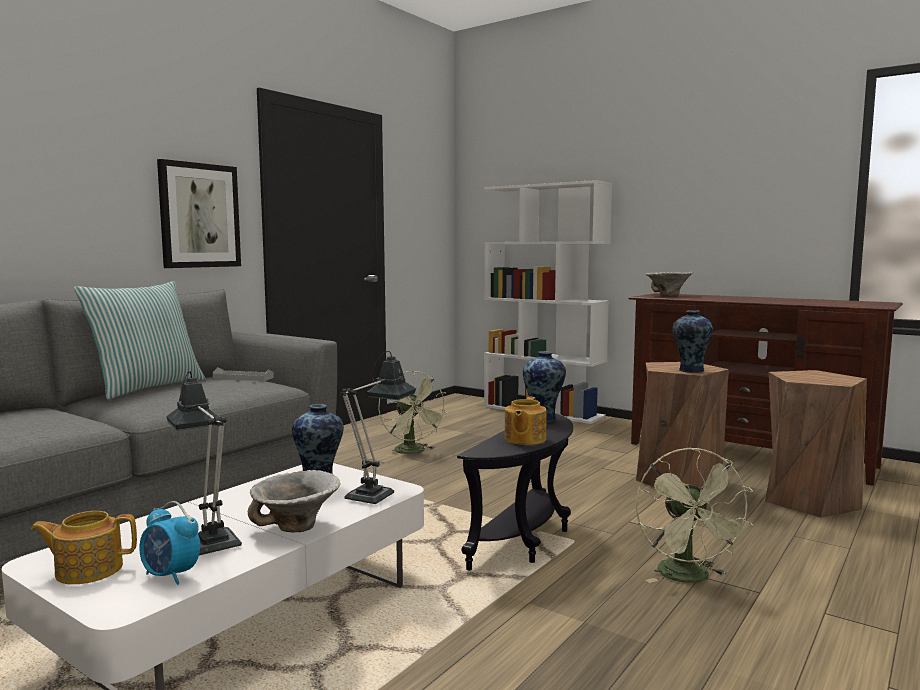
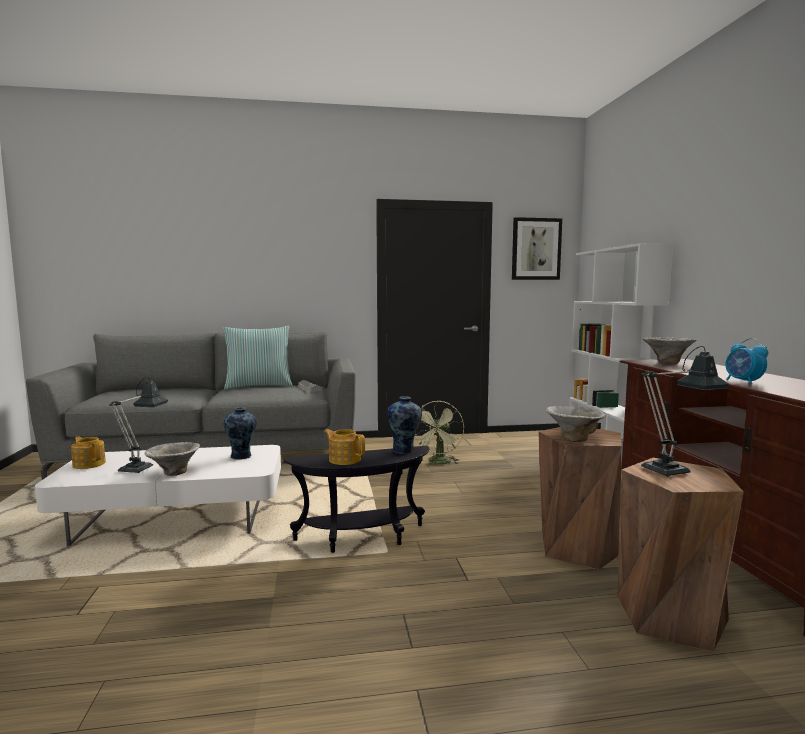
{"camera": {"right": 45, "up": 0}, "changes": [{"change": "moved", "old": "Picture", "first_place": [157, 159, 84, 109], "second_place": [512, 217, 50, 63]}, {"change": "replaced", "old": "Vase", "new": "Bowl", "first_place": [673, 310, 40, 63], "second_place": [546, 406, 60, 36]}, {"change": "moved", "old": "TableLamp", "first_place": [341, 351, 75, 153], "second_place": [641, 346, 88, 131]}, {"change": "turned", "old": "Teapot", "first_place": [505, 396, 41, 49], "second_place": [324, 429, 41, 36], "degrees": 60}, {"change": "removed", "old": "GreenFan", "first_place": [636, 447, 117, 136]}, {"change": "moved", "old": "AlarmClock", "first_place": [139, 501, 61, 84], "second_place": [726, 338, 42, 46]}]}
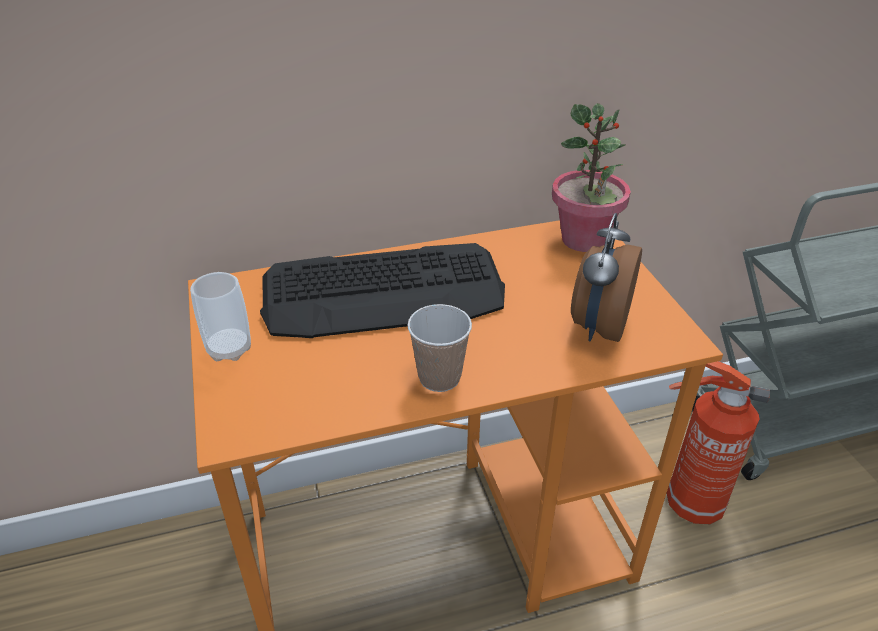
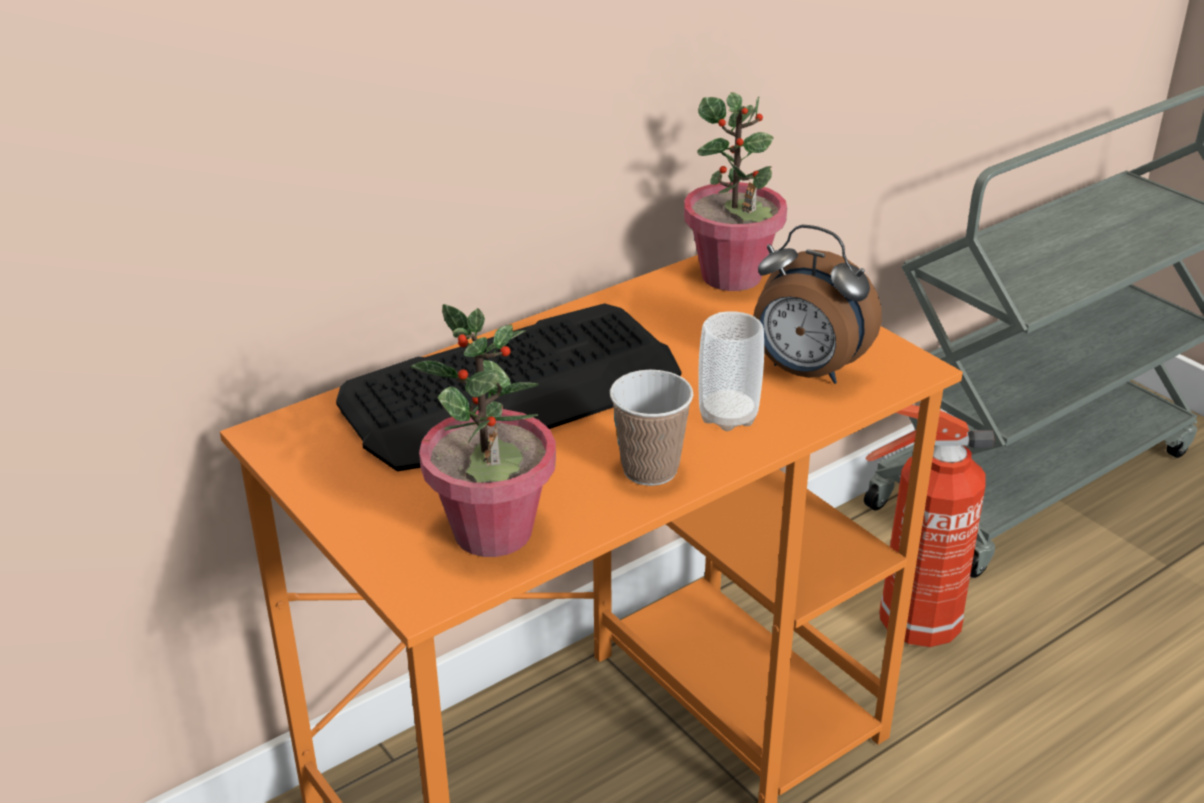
{"camera": {"right": -20, "up": -5}, "changes": [{"change": "turned", "old": "AlarmClock", "first_place": [571, 213, 71, 129], "second_place": [753, 225, 129, 159], "degrees": -60}, {"change": "moved", "old": "Cup", "first_place": [190, 272, 61, 89], "second_place": [698, 311, 66, 120]}, {"change": "added", "new": "PottedPlant", "second_place": [410, 304, 146, 253]}]}
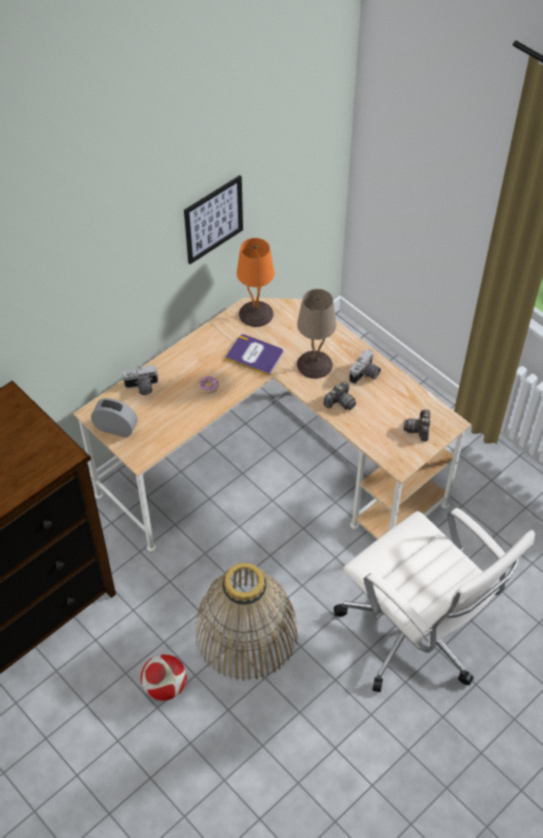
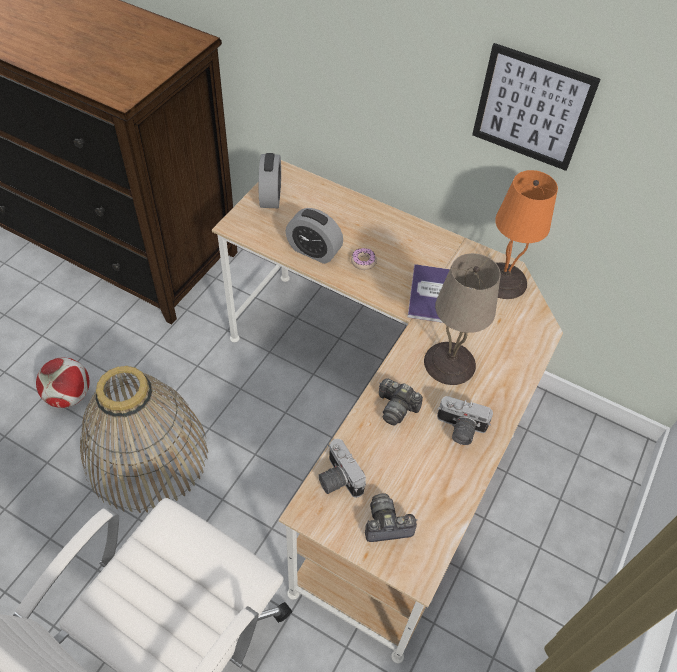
{"camera": {"right": 70, "up": 0}, "changes": [{"change": "moved", "old": "PhotoCamera", "first_place": [123, 365, 35, 30], "second_place": [318, 439, 48, 59]}, {"change": "added", "new": "AlarmClock", "second_place": [286, 208, 57, 56]}]}
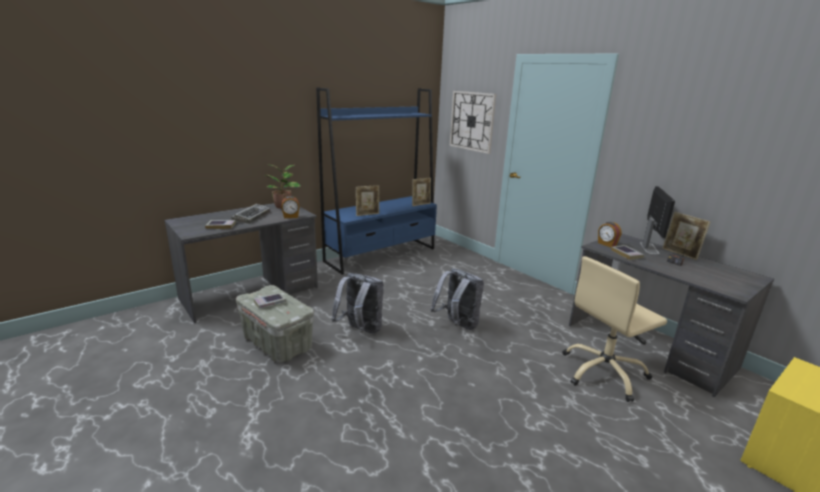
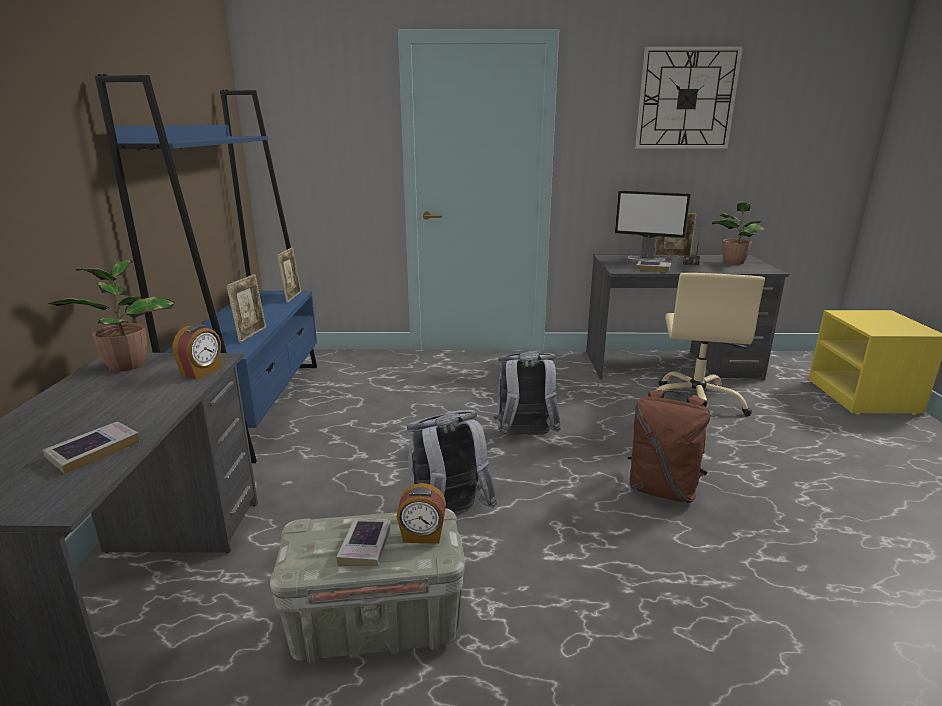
{"camera": {"right": -50, "up": 0}, "changes": [{"change": "moved", "old": "WallClock", "first_place": [450, 91, 46, 63], "second_place": [635, 46, 108, 103]}, {"change": "turned", "old": "Monitor", "first_place": [640, 186, 35, 69], "second_place": [615, 191, 76, 71], "degrees": 150}, {"change": "removed", "old": "Keyboard", "first_place": [231, 204, 39, 20]}, {"change": "moved", "old": "AlarmClock", "first_place": [598, 222, 23, 25], "second_place": [397, 483, 49, 61]}, {"change": "added", "new": "PottedPlant", "second_place": [712, 201, 54, 64]}, {"change": "added", "new": "BrownBackpack", "second_place": [628, 390, 83, 113]}]}
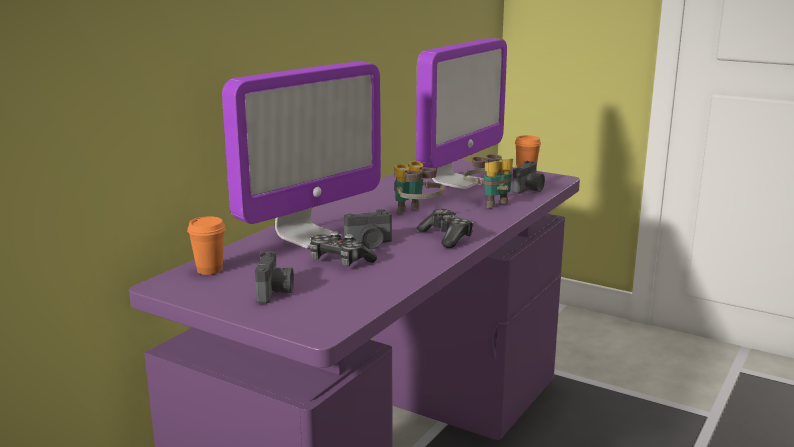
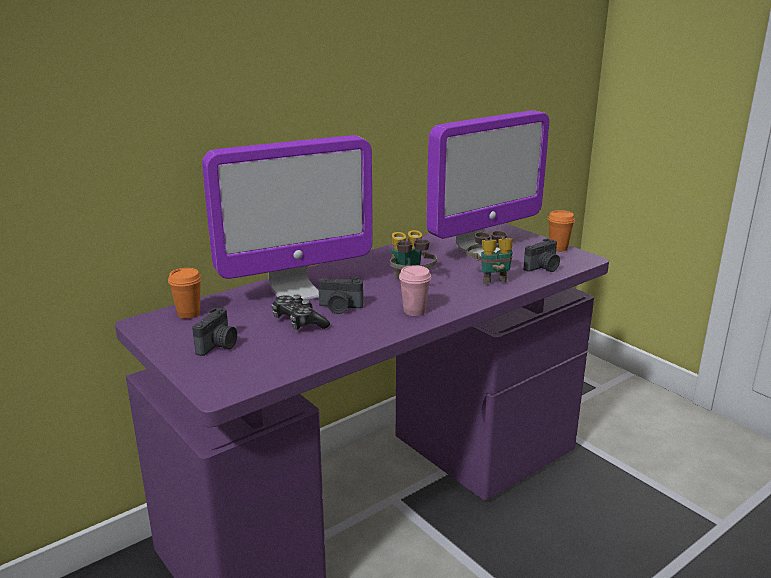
{"camera": {"right": 20, "up": 5}, "changes": [{"change": "replaced", "old": "GameController", "new": "PinkCup", "first_place": [417, 209, 57, 39], "second_place": [399, 265, 32, 51]}]}
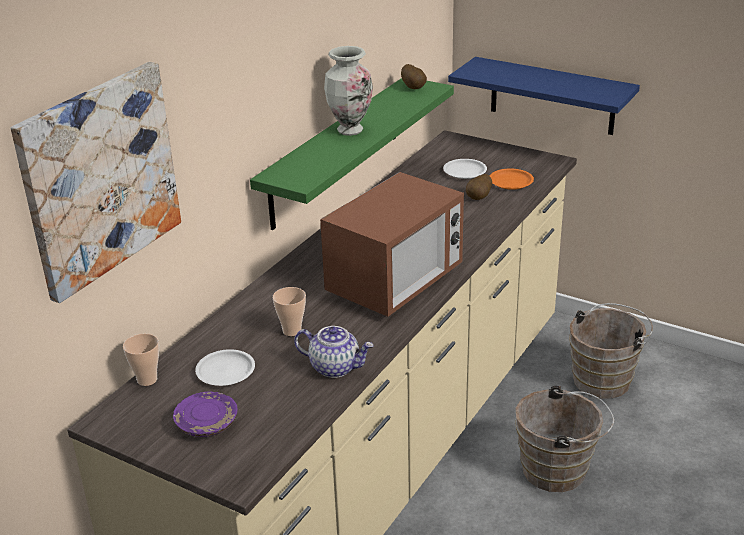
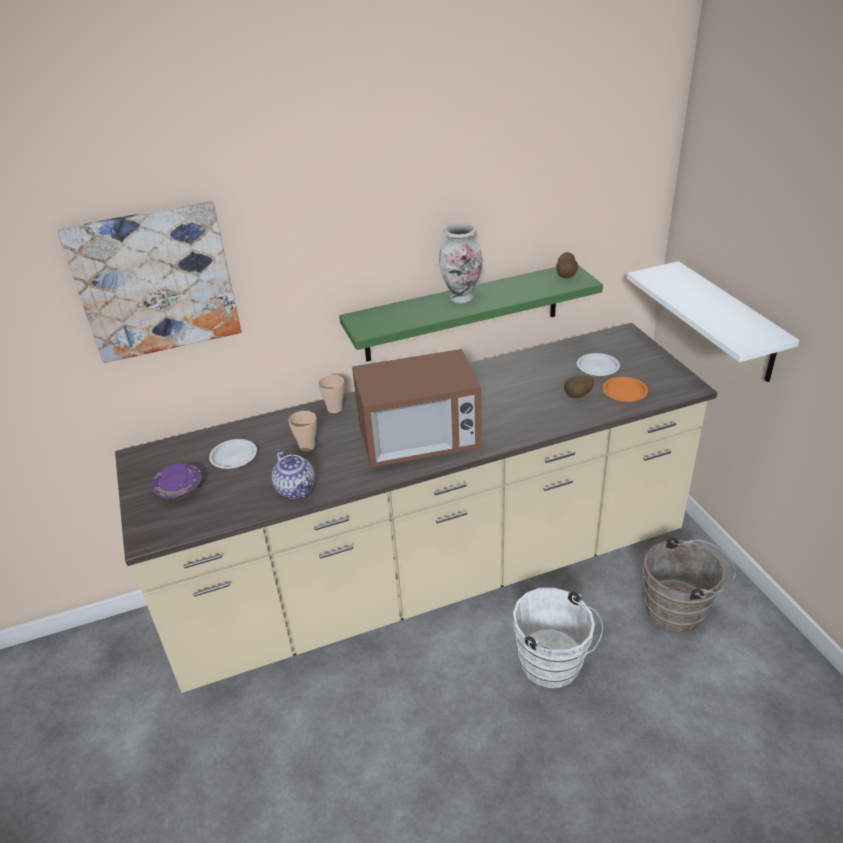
{"camera": {"right": 40, "up": 5}, "changes": [{"change": "recoloured", "old": "BlueShelf", "new": "WhiteShelf", "first_place": [448, 57, 192, 78], "second_place": [627, 261, 173, 121]}, {"change": "moved", "old": "Cup", "first_place": [123, 334, 36, 52], "second_place": [318, 375, 26, 38]}, {"change": "recoloured", "old": "BrownBucket", "new": "WhiteBucket", "first_place": [515, 386, 99, 106], "second_place": [513, 588, 90, 100]}]}
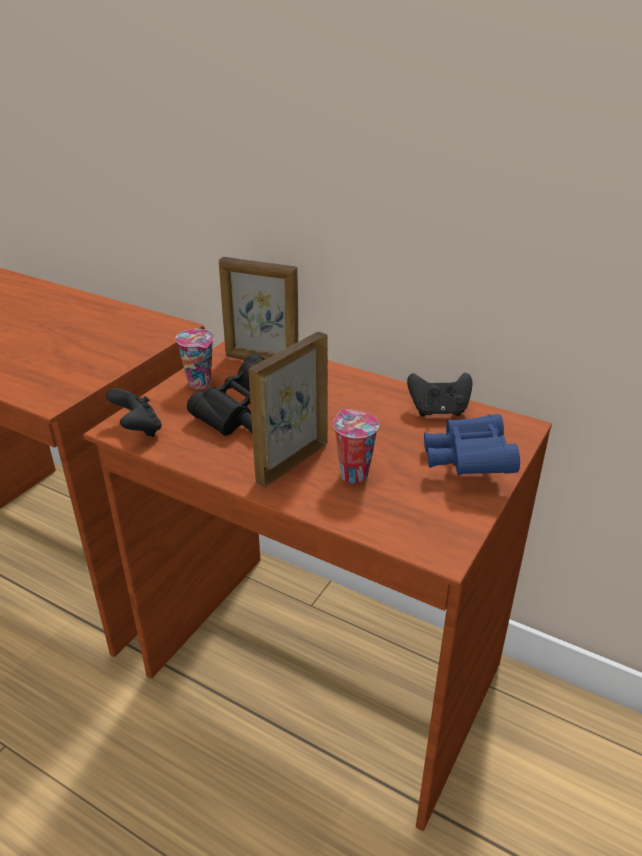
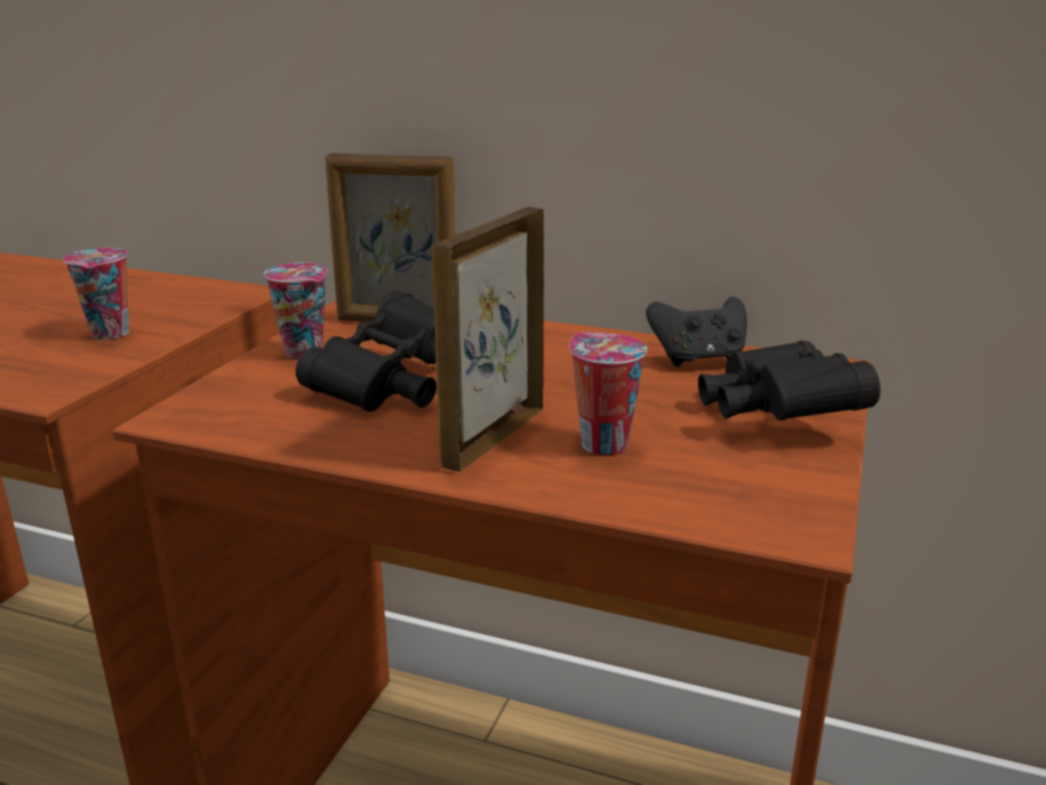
{"camera": {"right": -10, "up": -10}, "changes": [{"change": "removed", "old": "BlackGameController", "first_place": [106, 388, 56, 49]}, {"change": "recoloured", "old": "BlueBinoculars", "new": "BlackBinoculars", "first_place": [424, 414, 96, 61], "second_place": [698, 341, 182, 80]}, {"change": "added", "new": "Cup", "second_place": [64, 248, 65, 92]}]}
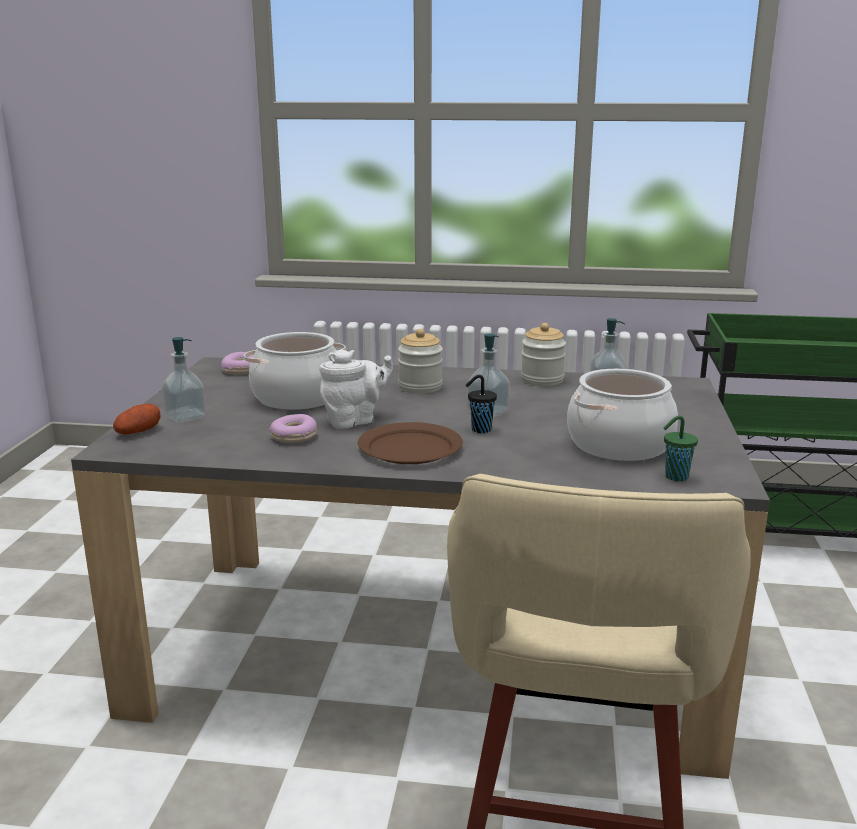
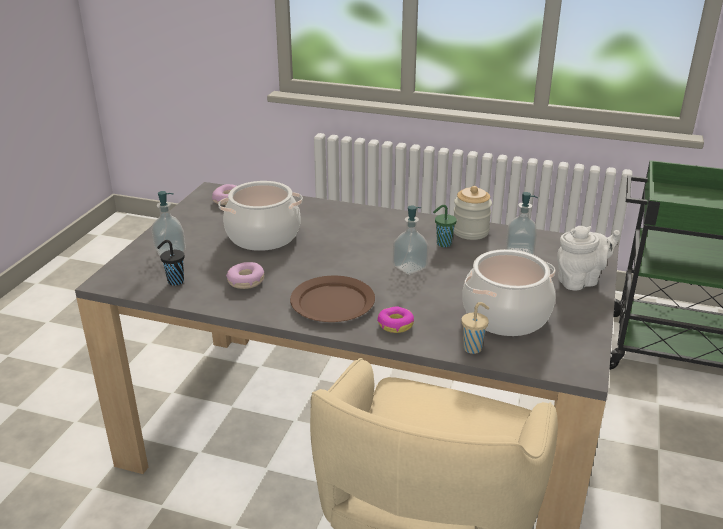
{"camera": {"right": 10, "up": 10}, "changes": [{"change": "removed", "old": "Jar", "first_place": [398, 329, 45, 65]}, {"change": "moved", "old": "WhiteTeapot", "first_place": [319, 349, 74, 80], "second_place": [557, 226, 63, 64]}, {"change": "moved", "old": "BlackCup", "first_place": [465, 375, 32, 58], "second_place": [157, 240, 27, 46]}, {"change": "removed", "old": "Potato", "first_place": [113, 404, 47, 31]}, {"change": "moved", "old": "GreenCup", "first_place": [663, 415, 35, 66], "second_place": [433, 205, 24, 42]}, {"change": "added", "new": "BeigeCup", "second_place": [461, 302, 28, 52]}, {"change": "added", "new": "Donut", "second_place": [377, 306, 37, 27]}]}
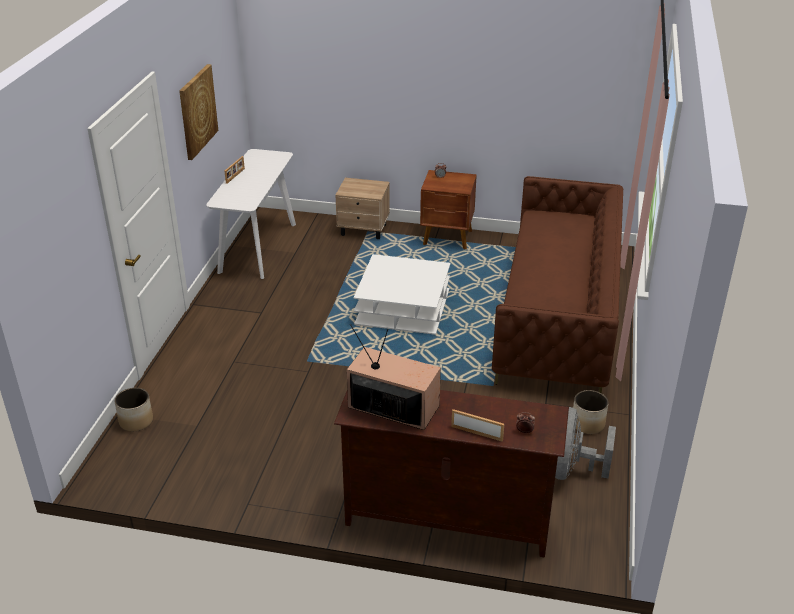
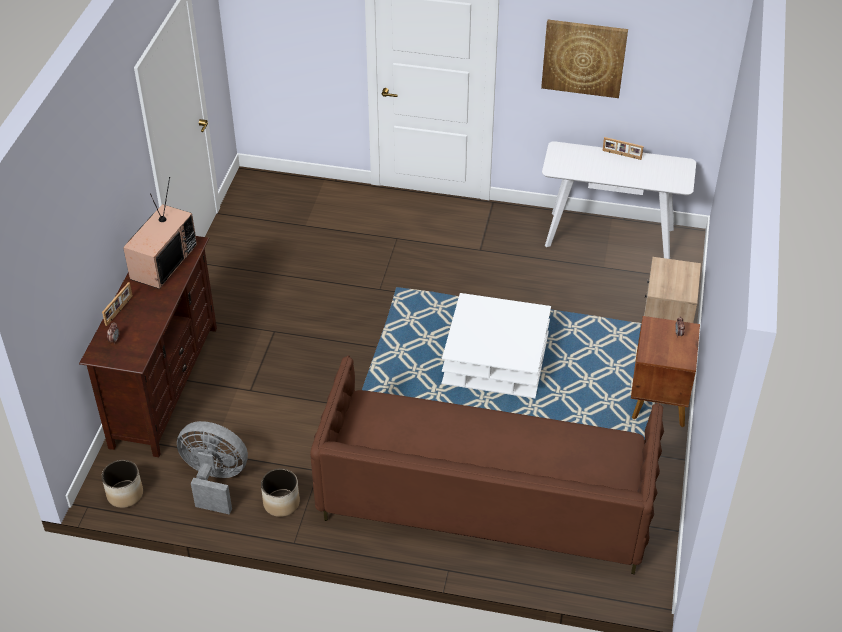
{"camera": {"right": 90, "up": 10}, "changes": [{"change": "moved", "old": "Planter", "first_place": [114, 388, 39, 43], "second_place": [102, 460, 41, 48]}]}
